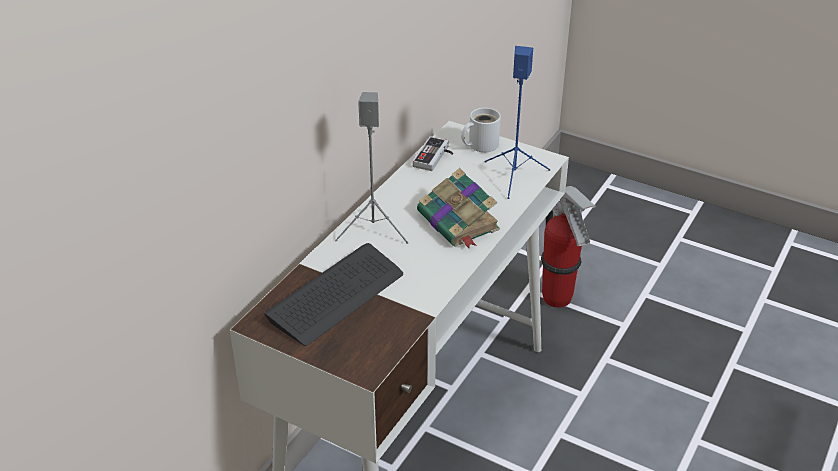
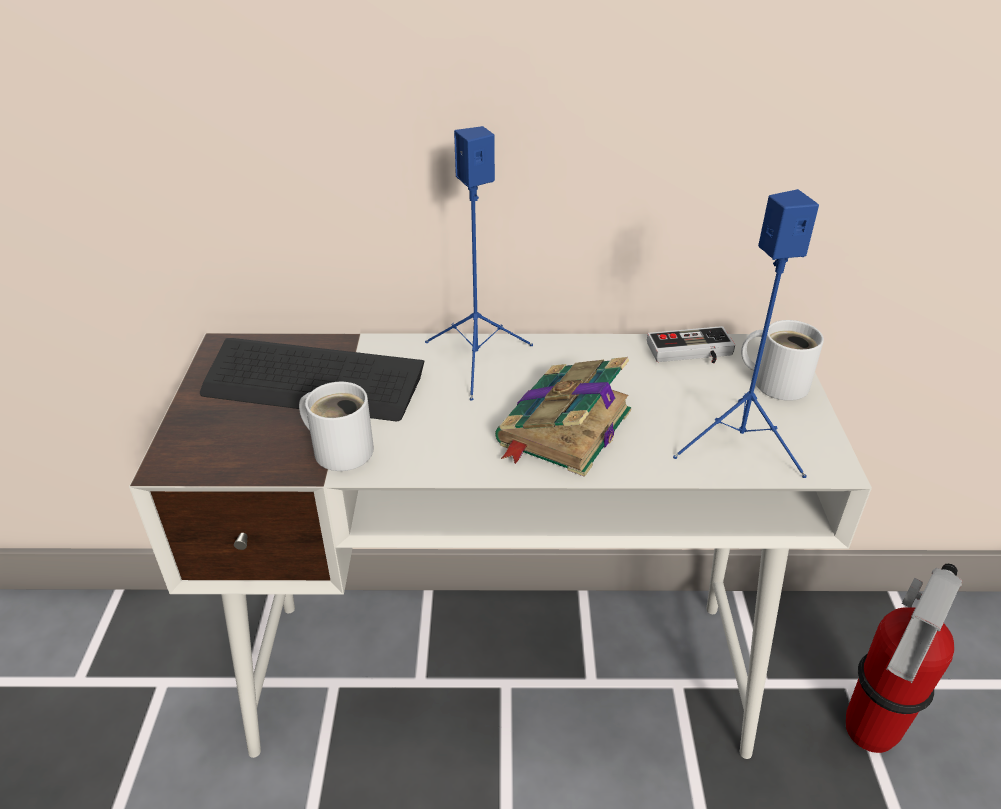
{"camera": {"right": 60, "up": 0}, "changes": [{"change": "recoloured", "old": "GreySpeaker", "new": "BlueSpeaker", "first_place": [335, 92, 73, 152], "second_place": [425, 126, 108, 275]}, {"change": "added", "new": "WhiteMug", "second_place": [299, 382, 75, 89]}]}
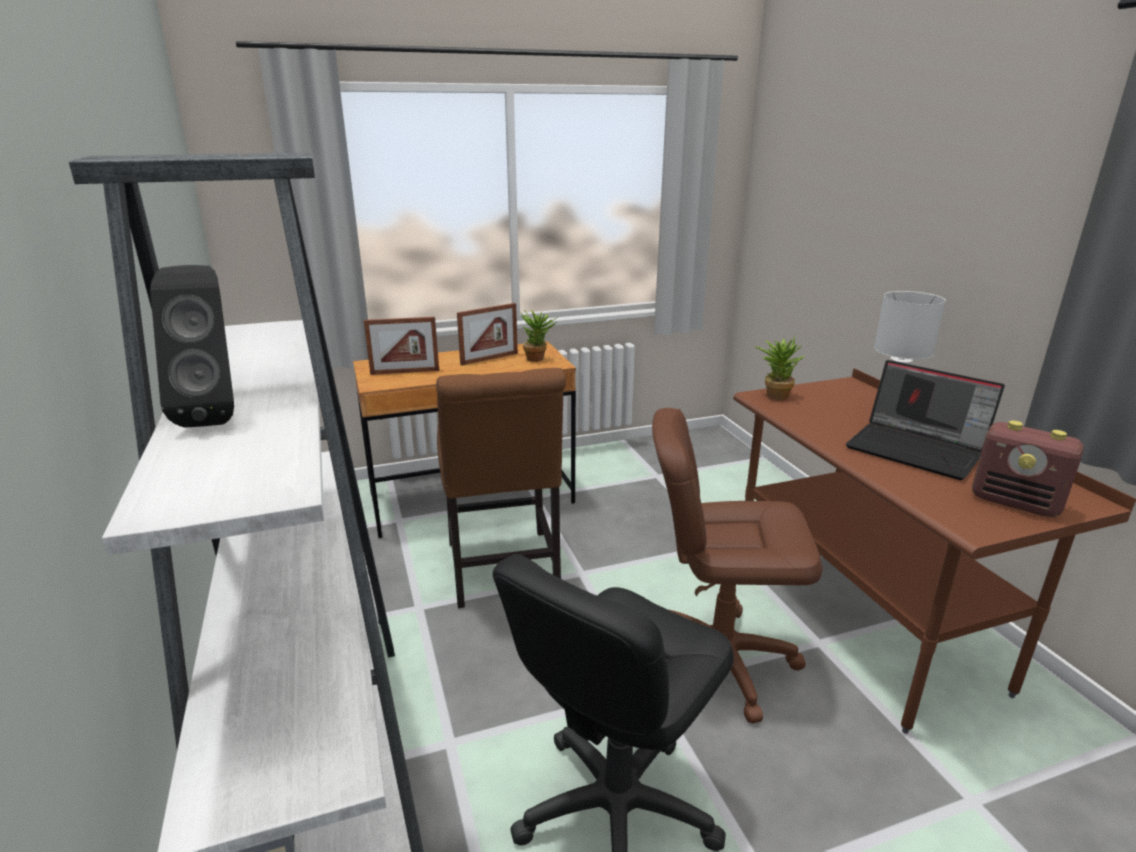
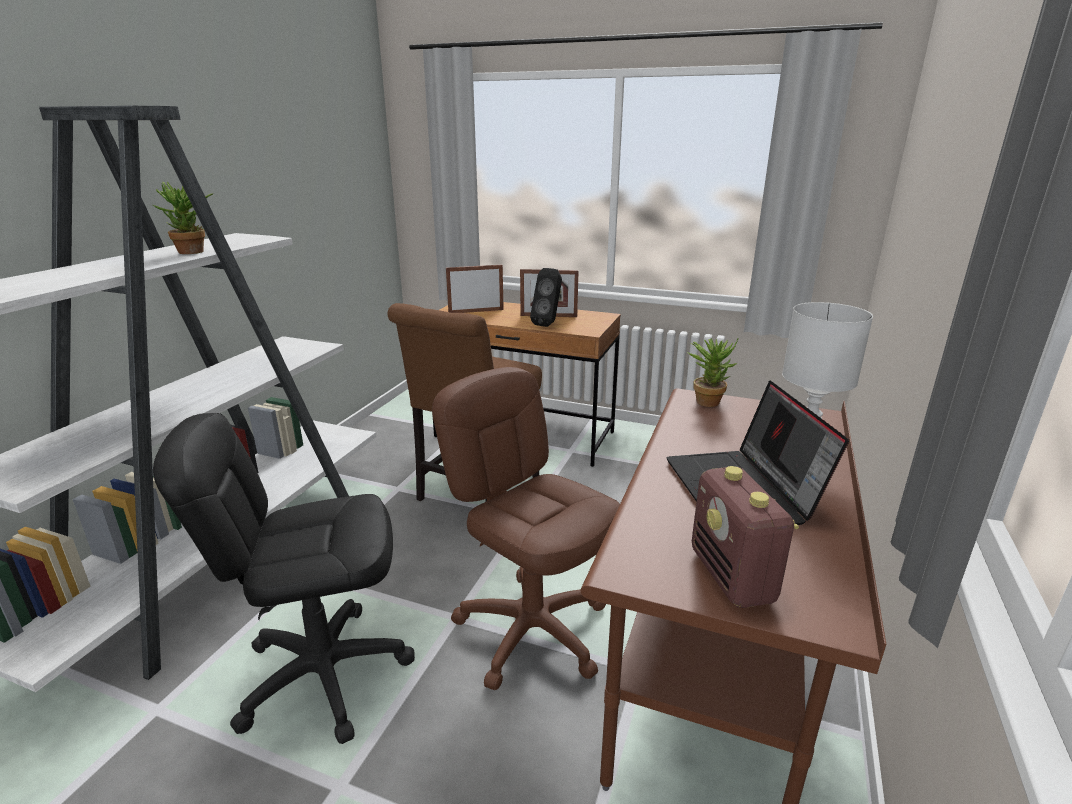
{"camera": {"right": 40, "up": 0}, "changes": [{"change": "moved", "old": "BlackSpeaker", "first_place": [150, 265, 84, 163], "second_place": [530, 268, 32, 59]}, {"change": "moved", "old": "PottedPlant", "first_place": [521, 310, 37, 52], "second_place": [153, 182, 60, 72]}, {"change": "turned", "old": "PictureFrame", "first_place": [364, 317, 75, 58], "second_place": [446, 265, 58, 48], "degrees": 135}]}
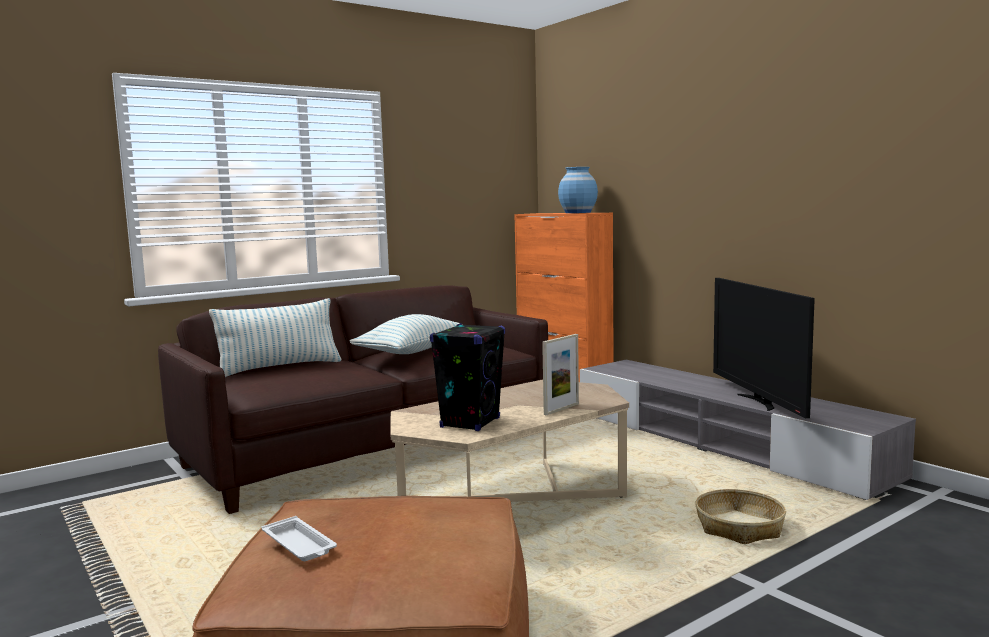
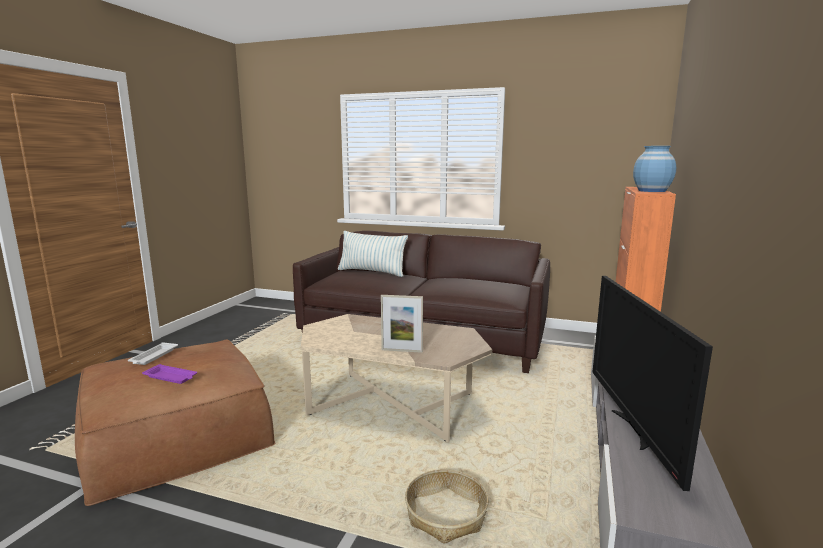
{"camera": {"right": 55, "up": 5}, "changes": [{"change": "turned", "old": "Television", "first_place": [713, 278, 102, 140], "second_place": [592, 276, 121, 215], "degrees": -45}, {"change": "removed", "old": "Pillow", "first_place": [350, 314, 110, 40]}, {"change": "removed", "old": "BlackSpeaker", "first_place": [430, 323, 75, 108]}, {"change": "added", "new": "PurpleTray", "second_place": [142, 364, 55, 20]}]}
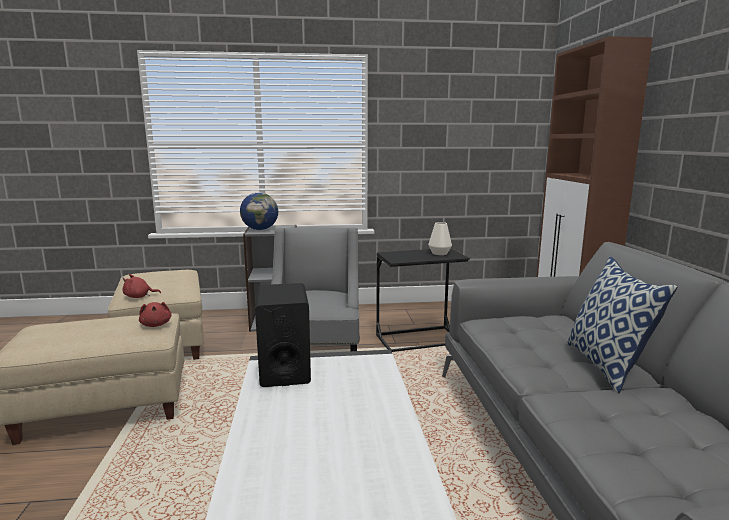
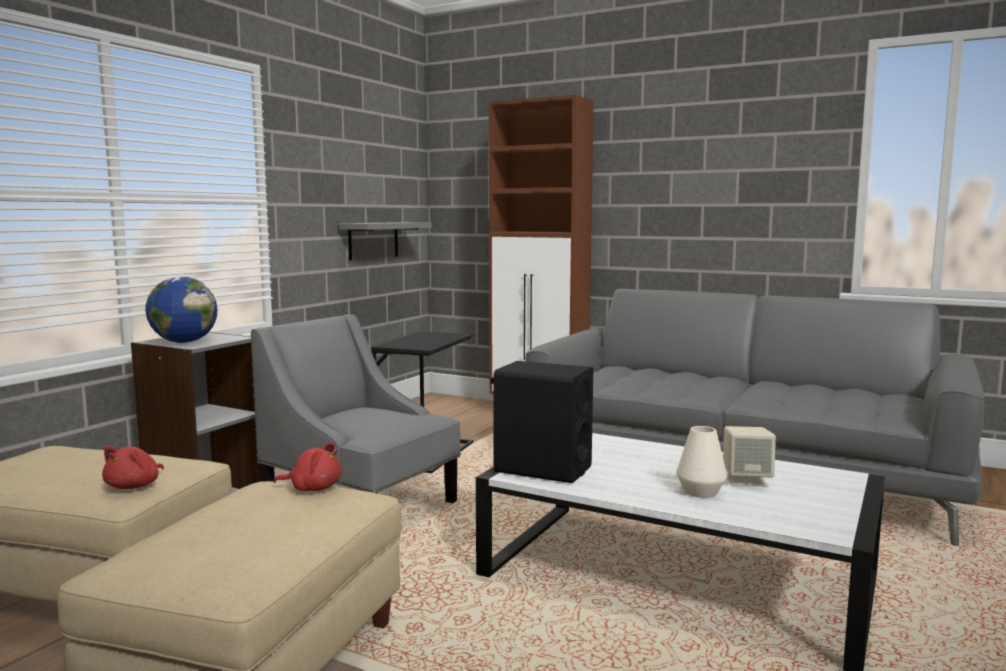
{"camera": {"right": -55, "up": -5}, "changes": [{"change": "moved", "old": "WhiteVase", "first_place": [428, 222, 24, 33], "second_place": [676, 426, 51, 72]}, {"change": "removed", "old": "Pillow", "first_place": [566, 256, 111, 137]}, {"change": "added", "new": "GreyShelf", "second_place": [339, 222, 93, 38]}, {"change": "added", "new": "BeigeSpeaker", "second_place": [723, 426, 53, 61]}]}
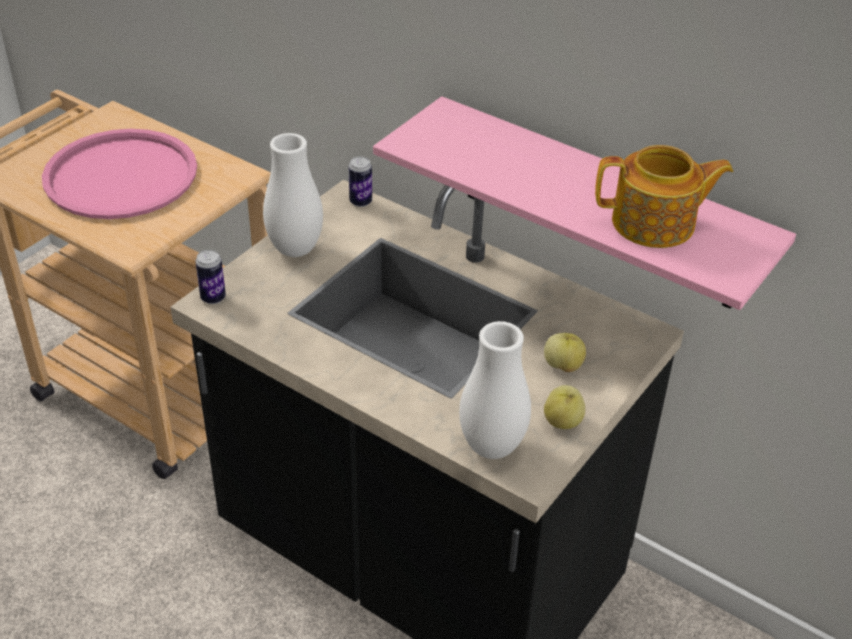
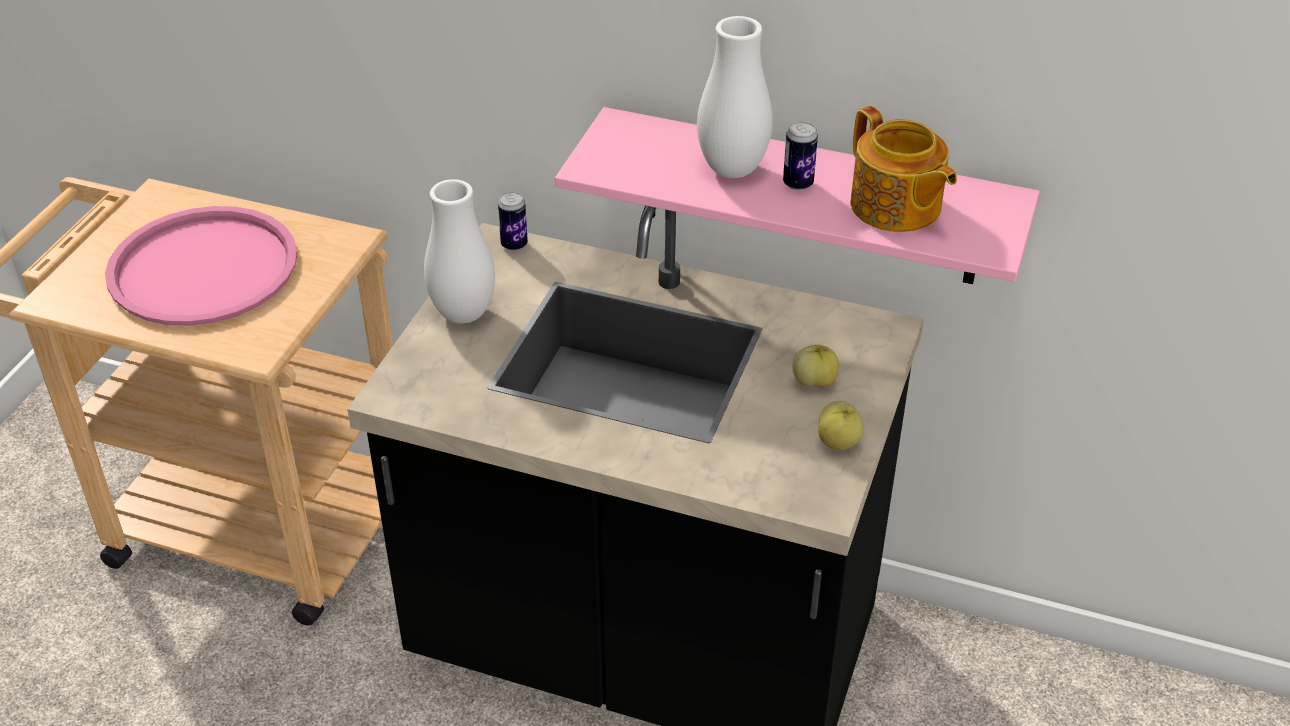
{"camera": {"right": -15, "up": 0}, "changes": [{"change": "turned", "old": "Teapot", "first_place": [595, 145, 139, 103], "second_place": [850, 106, 107, 126], "degrees": 75}, {"change": "moved", "old": "Can", "first_place": [195, 250, 31, 54], "second_place": [783, 122, 35, 68]}, {"change": "moved", "old": "WhiteVase", "first_place": [459, 321, 72, 138], "second_place": [697, 16, 76, 162]}]}
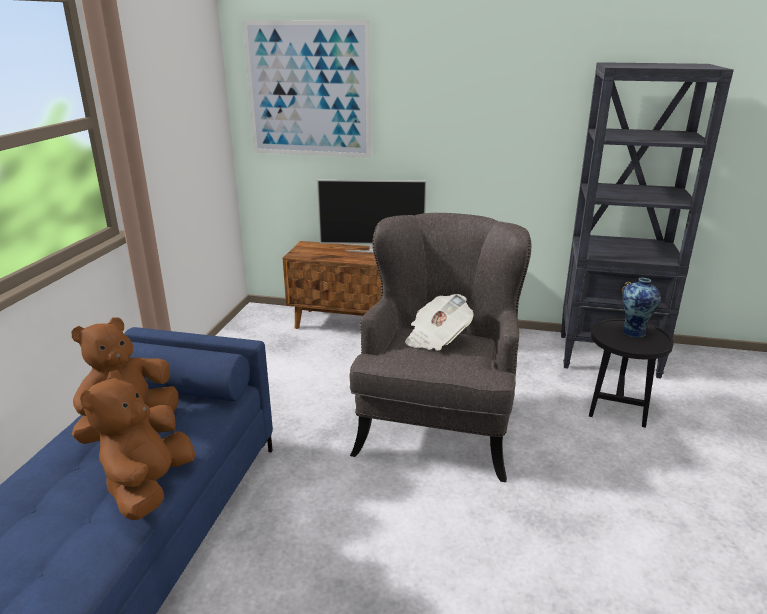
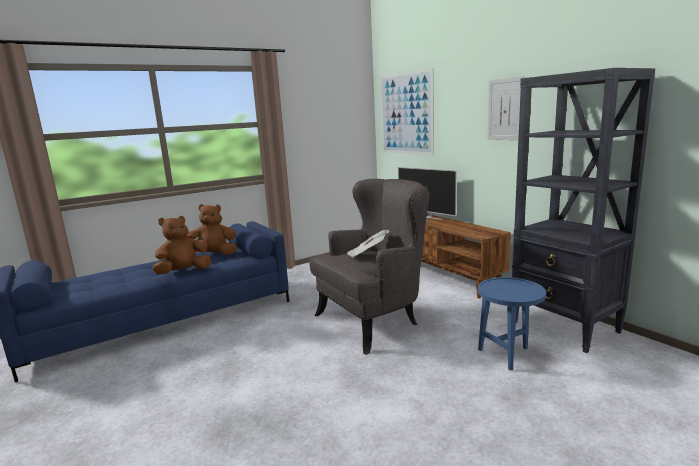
{"camera": {"right": 45, "up": -10}, "changes": [{"change": "removed", "old": "Vase", "first_place": [623, 278, 38, 60]}, {"change": "recoloured", "old": "BlackSideTable", "new": "BlueSideTable", "first_place": [589, 319, 85, 109], "second_place": [478, 277, 68, 94]}, {"change": "added", "new": "Picture", "second_place": [487, 76, 38, 64]}]}
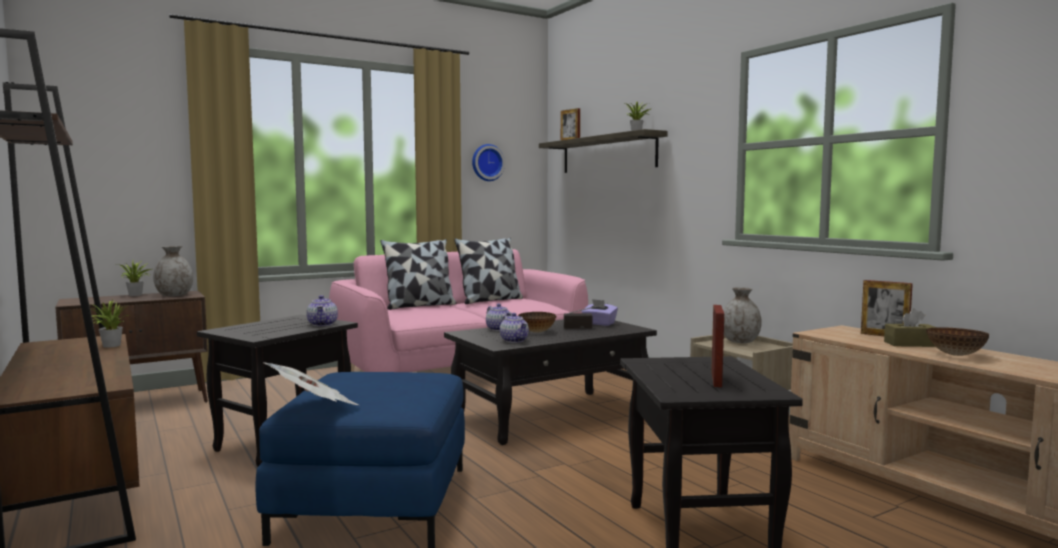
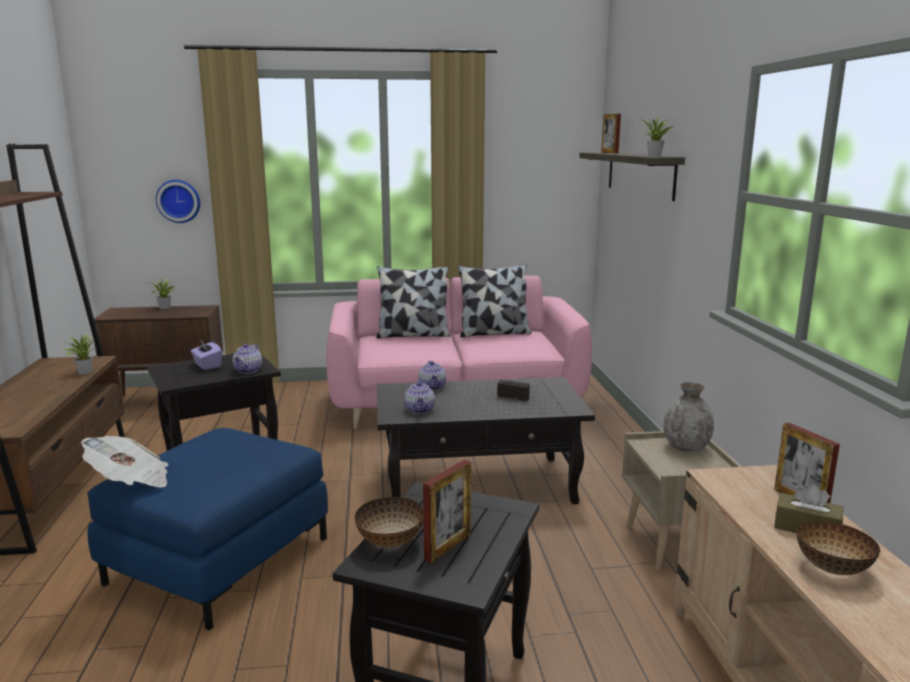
{"camera": {"right": 25, "up": 10}, "changes": [{"change": "moved", "old": "WallClock", "first_place": [472, 144, 33, 37], "second_place": [156, 180, 44, 43]}, {"change": "removed", "old": "GreyVase", "first_place": [153, 246, 40, 50]}, {"change": "moved", "old": "PurpleTissueBox", "first_place": [582, 299, 36, 27], "second_place": [191, 341, 31, 29]}, {"change": "moved", "old": "Bowl", "first_place": [518, 312, 38, 21], "second_place": [354, 497, 69, 51]}]}
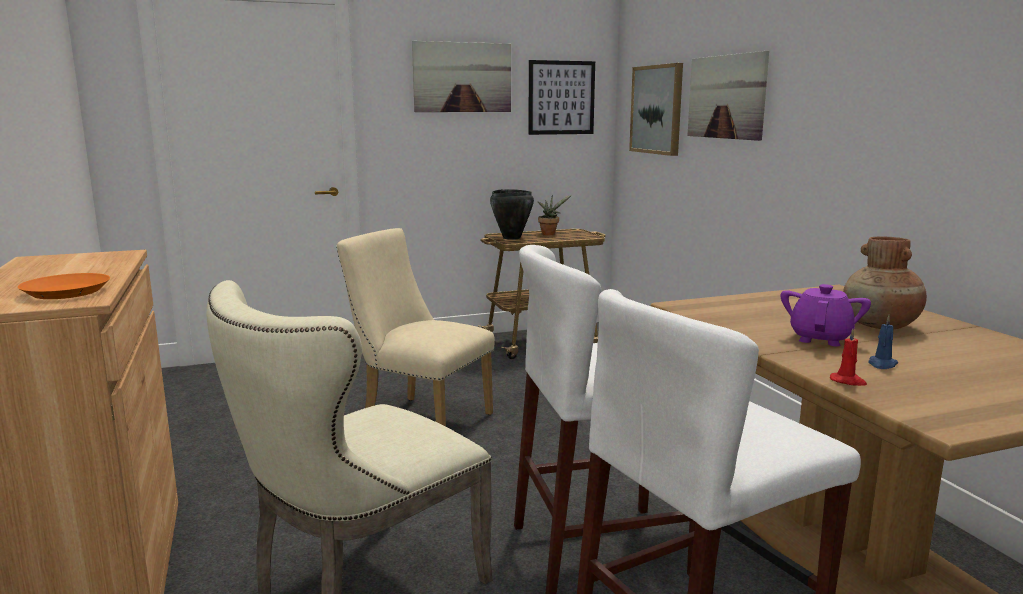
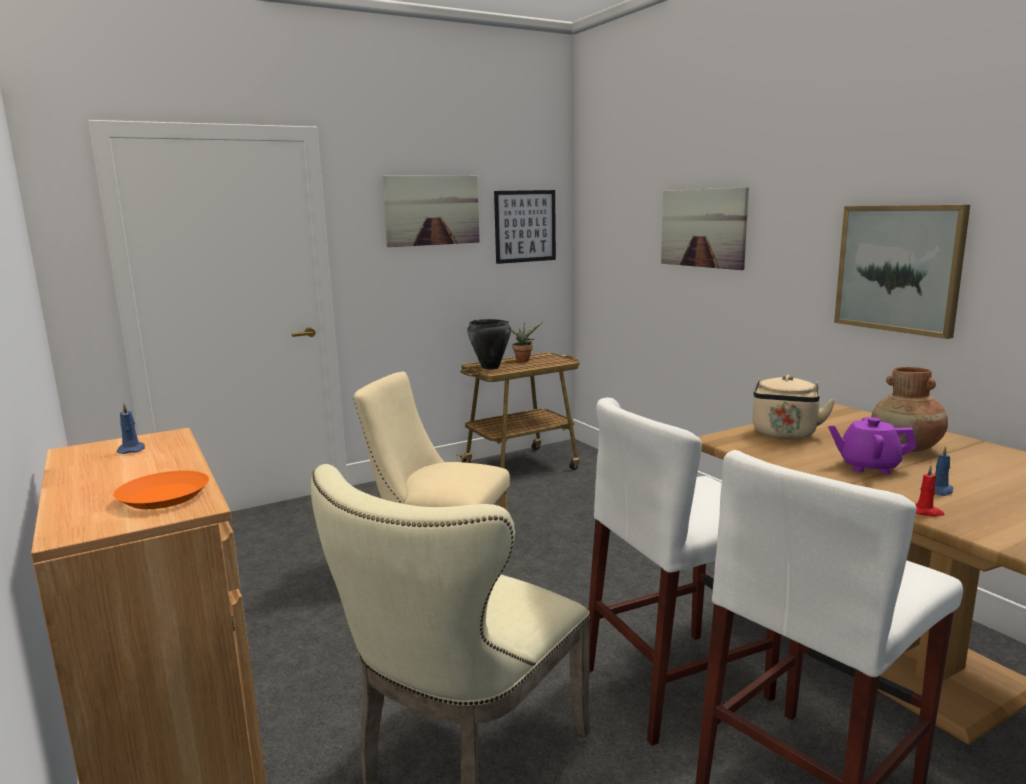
{"camera": {"right": -10, "up": 0}, "changes": [{"change": "moved", "old": "Picture", "first_place": [629, 63, 54, 93], "second_place": [834, 205, 136, 134]}, {"change": "turned", "old": "PurpleTeapot", "first_place": [781, 284, 90, 62], "second_place": [828, 417, 88, 57], "degrees": -90}, {"change": "added", "new": "BeigeKettle", "second_place": [752, 375, 84, 65]}, {"change": "added", "new": "BlueCandle", "second_place": [116, 403, 29, 51]}]}
